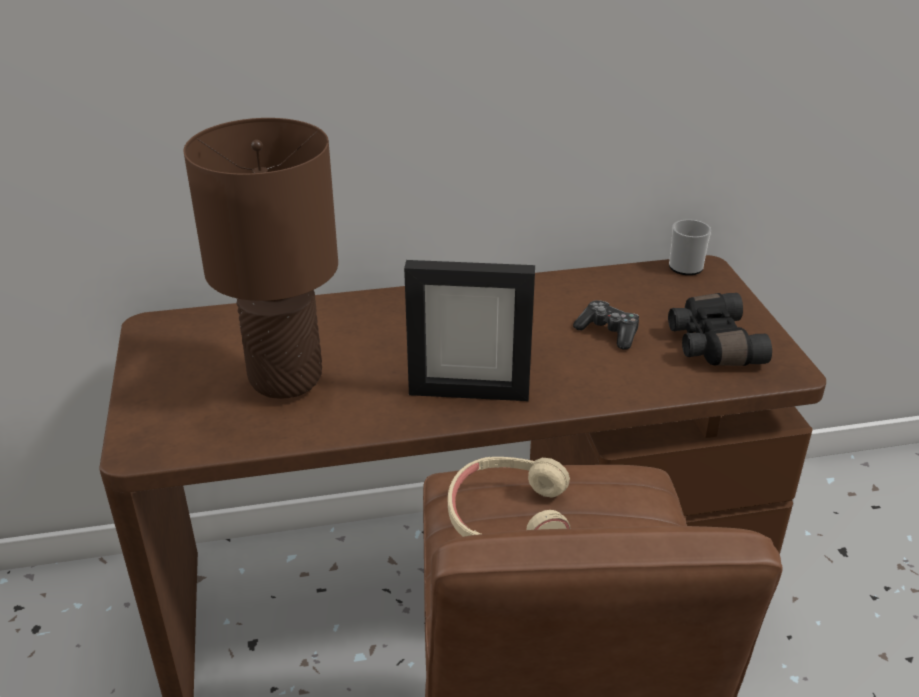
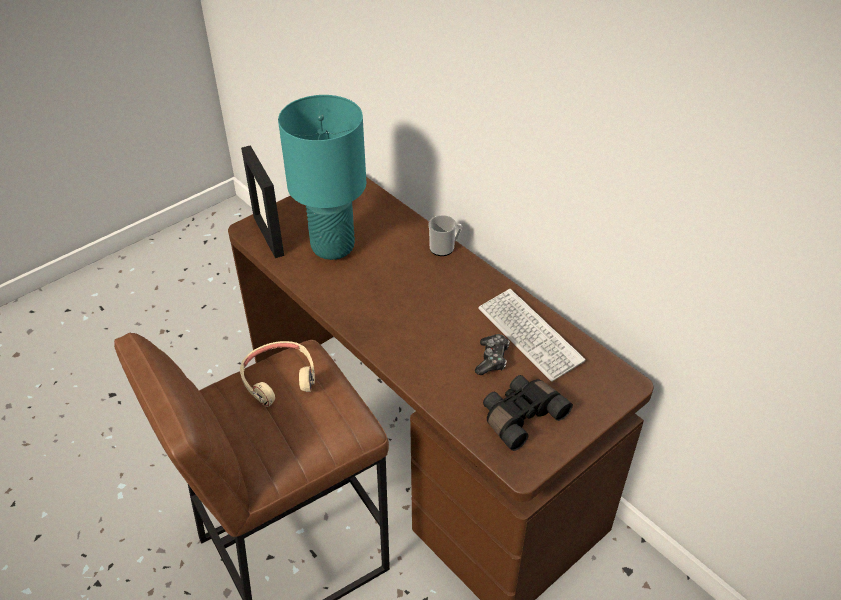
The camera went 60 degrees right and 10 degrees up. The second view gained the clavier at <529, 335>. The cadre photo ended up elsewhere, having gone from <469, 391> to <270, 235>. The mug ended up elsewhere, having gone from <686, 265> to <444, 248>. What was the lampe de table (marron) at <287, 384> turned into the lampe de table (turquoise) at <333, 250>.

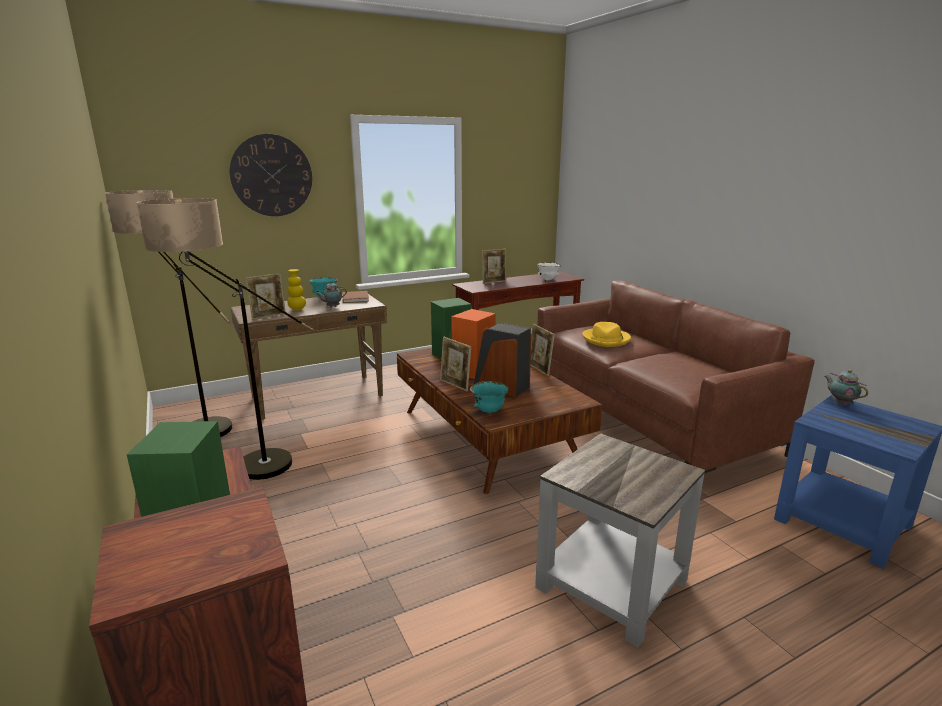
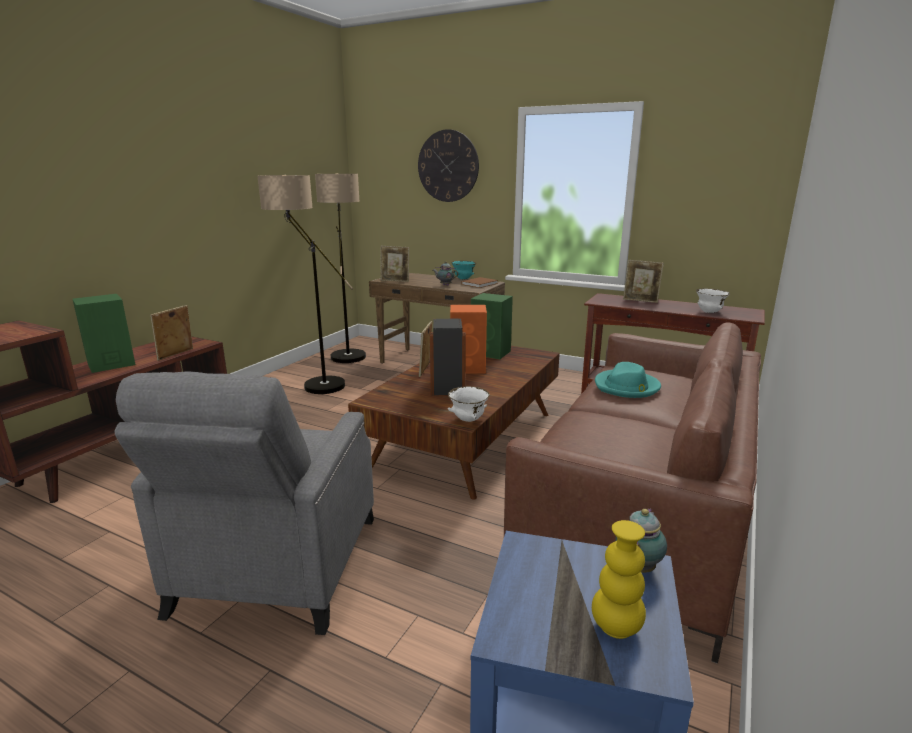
The camera went 55 degrees right and 0 degrees up. The second view lost the bol (turquoise) at <489, 411>. The second view gained the bol (blanc) at <468, 420>. The vase (jaune) ended up elsewhere, having gone from <297, 309> to <616, 627>. The cadre photo ended up elsewhere, having gone from <539, 369> to <176, 355>. Where the table d'appoint (gris) stood at <612, 585>, the fauteuil (gris) came to stand at <275, 569>. What was the chapeau (jaune) at <606, 339> turned into the chapeau (turquoise) at <626, 387>.

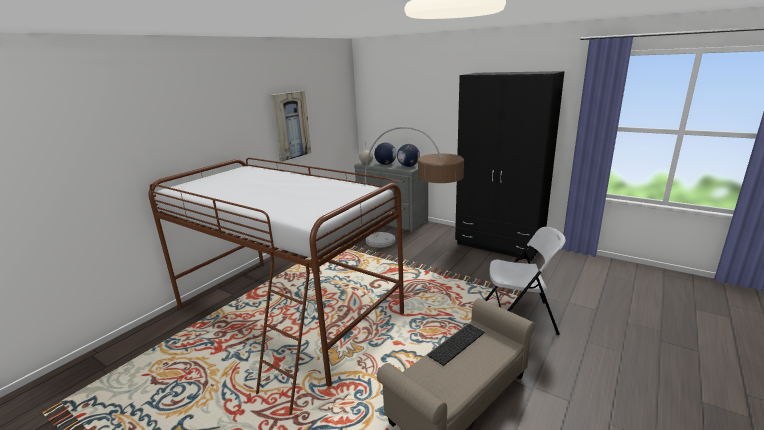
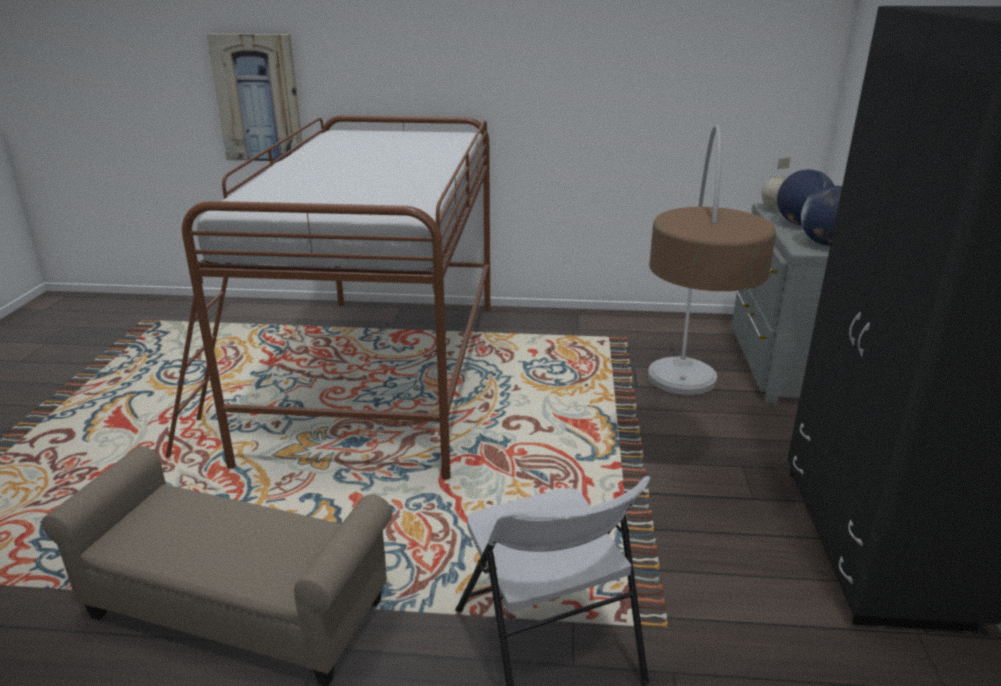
The camera went 60 degrees right and 5 degrees up. The second view lost the clavier at <457, 344>. The tableau ended up elsewhere, having gone from <291, 125> to <258, 98>.

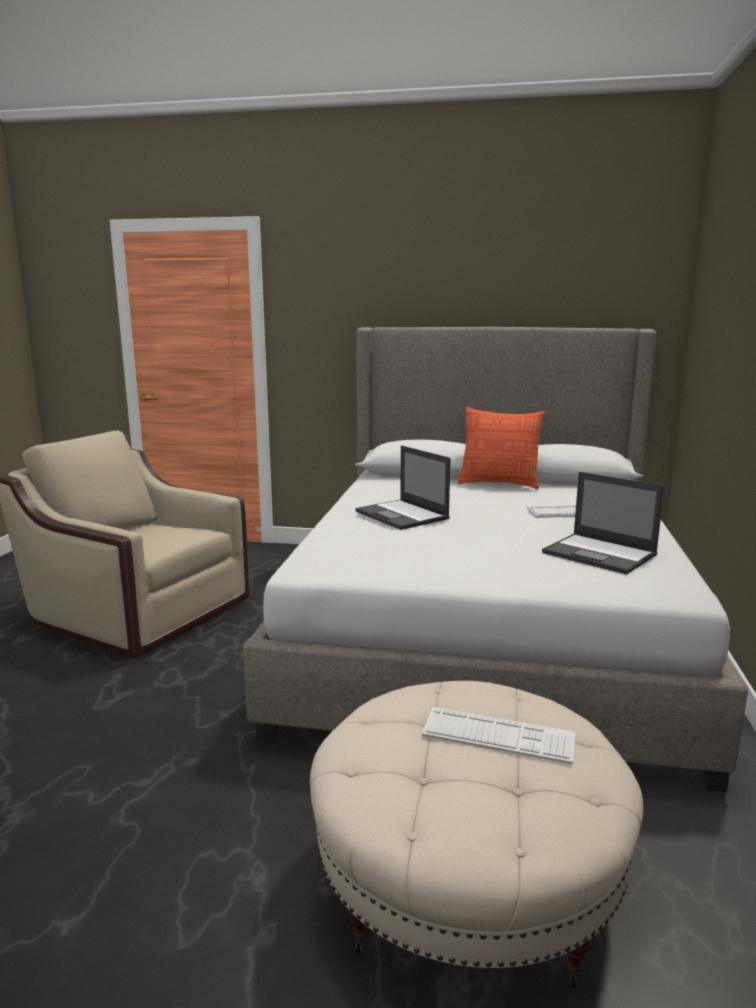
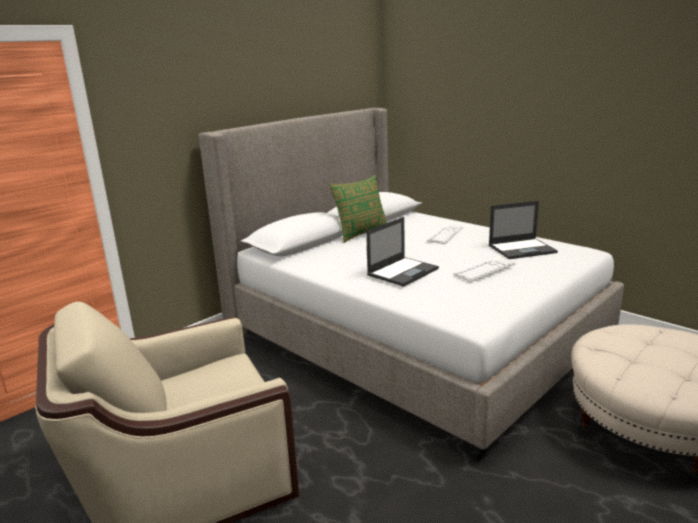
The camera went 55 degrees left and 5 degrees up. The clavier ended up elsewhere, having gone from <498, 736> to <484, 270>. What was the coussin (orange) at <499, 484> turned into the coussin (vert) at <361, 234>. The ordinateur portable at <402, 515> ended up facing another way, 45 degrees counterclockwise from before.

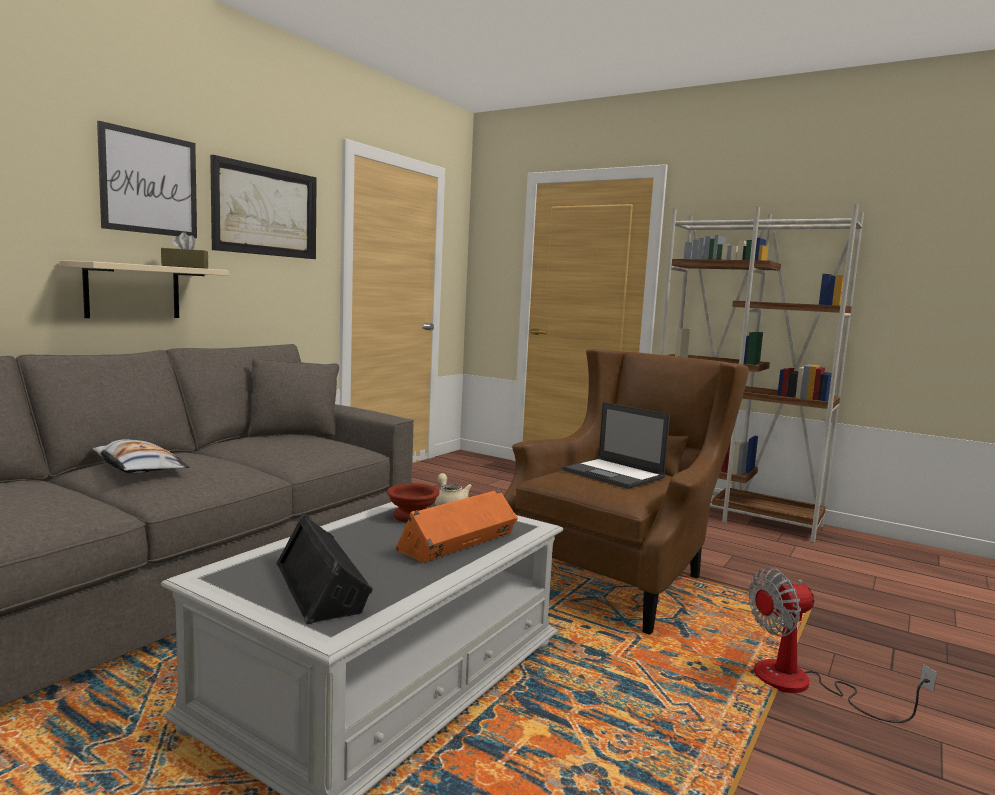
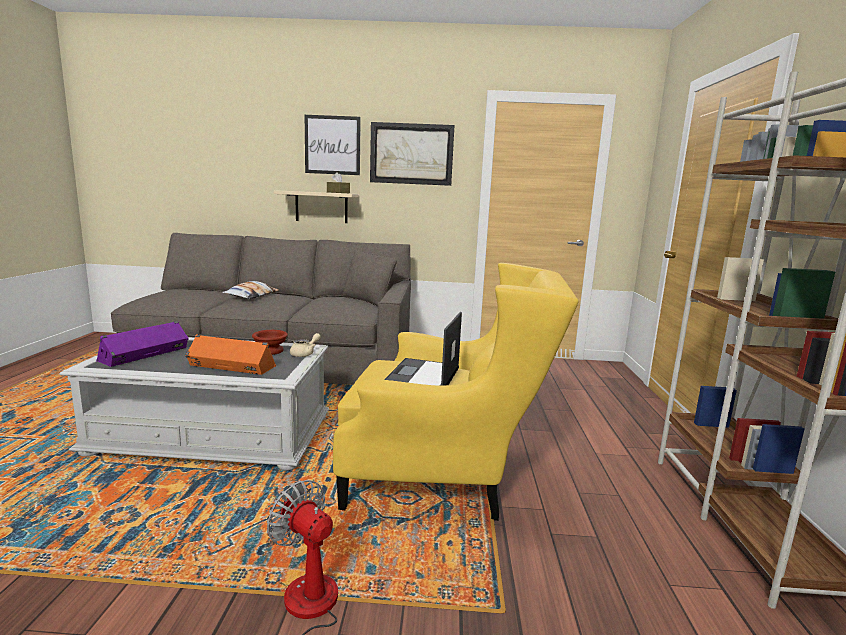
The camera went 60 degrees right and 5 degrees up. What was the enceinte (noir) at <323, 585> turned into the enceinte (violet) at <145, 355>. What was the fauteuil (marron) at <619, 576> turned into the fauteuil (jaune) at <445, 478>.

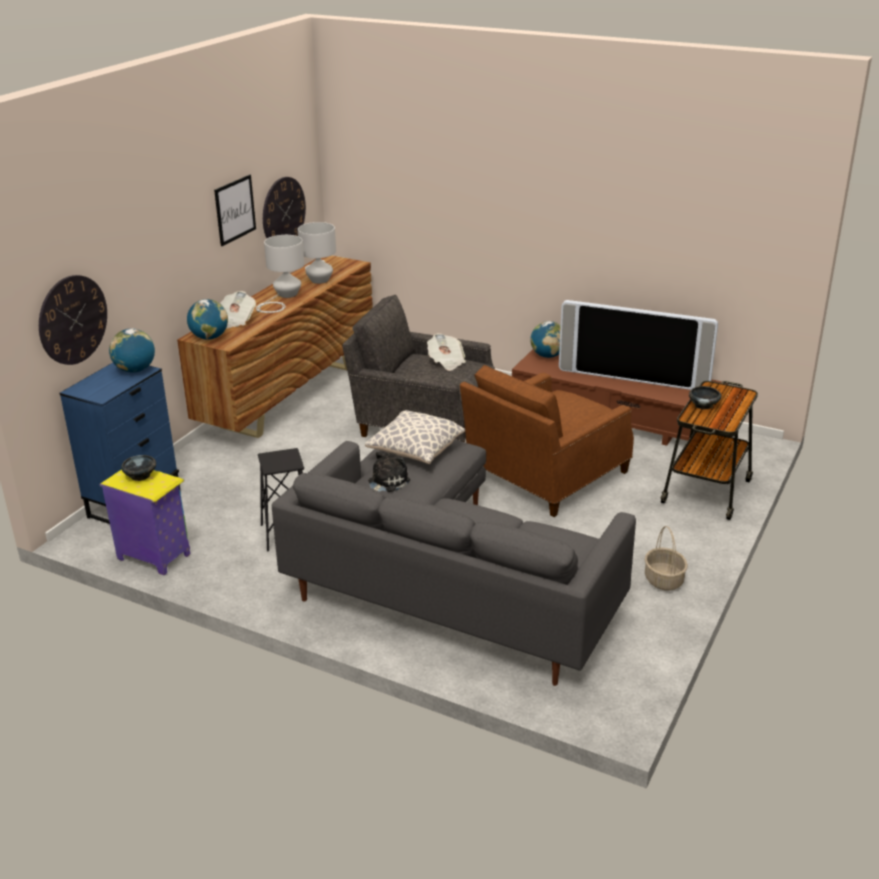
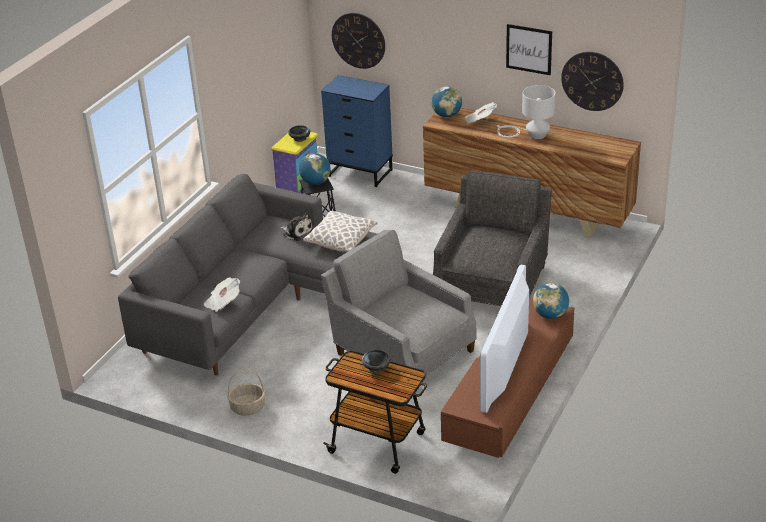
The camera went 90 degrees right and 5 degrees up. The second view lost the lampe de table (gris) at <319, 275>. The globe ended up elsewhere, having gone from <135, 370> to <315, 182>. The journal ended up elsewhere, having gone from <446, 362> to <223, 302>. What was the fauteuil (marron) at <546, 475> turned into the fauteuil (gris) at <402, 350>.

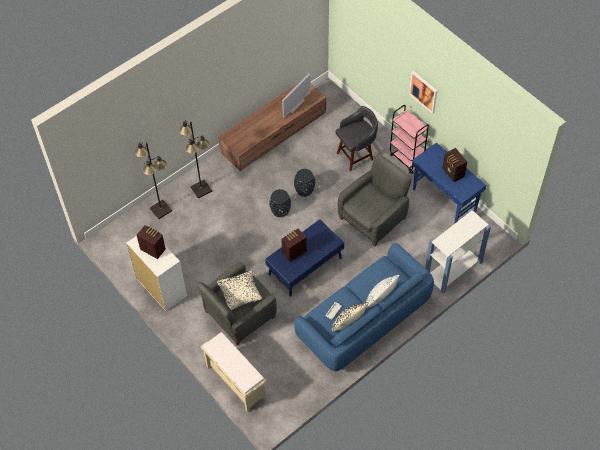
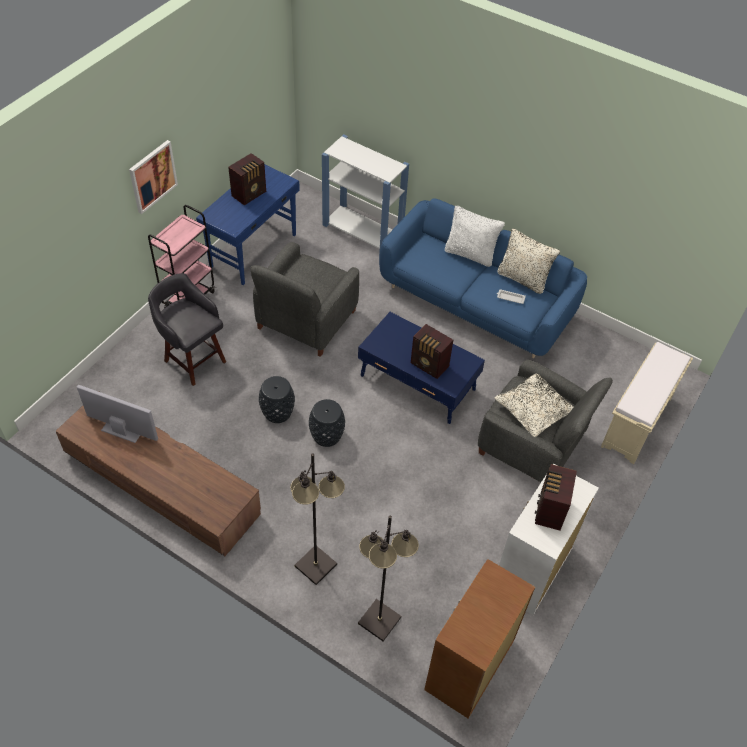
The camera went 110 degrees left and 5 degrees down. The second view gained the meuble de rangement (marron) at <469, 665>. The fauteuil (gris) at <373, 217> ended up facing another way, 90 degrees counterclockwise from before.

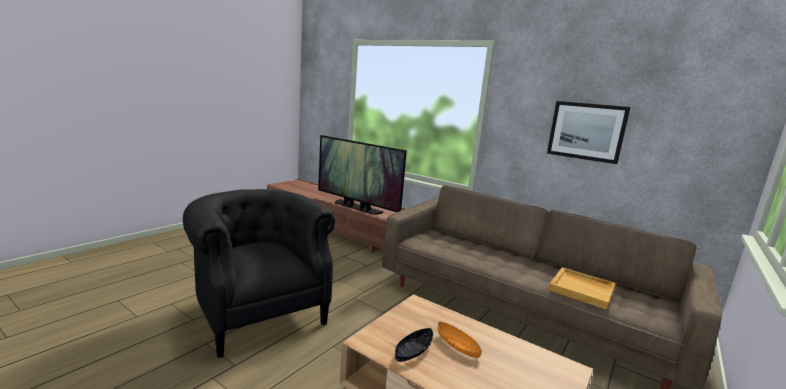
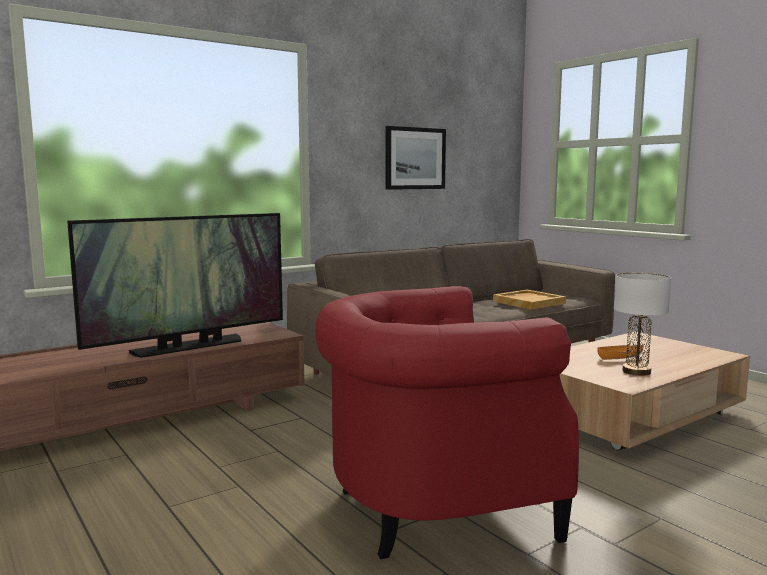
The camera went 70 degrees left and 5 degrees down. Where the bol (noir) stood at <413, 351>, the lampe de table came to stand at <636, 371>. What was the fauteuil (noir) at <258, 312> turned into the fauteuil (rouge) at <433, 509>.

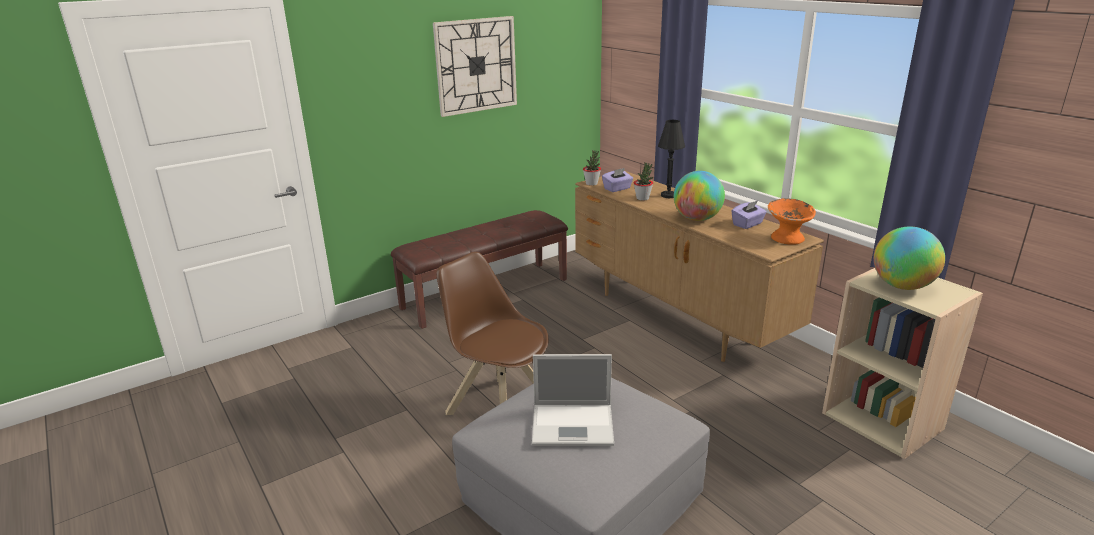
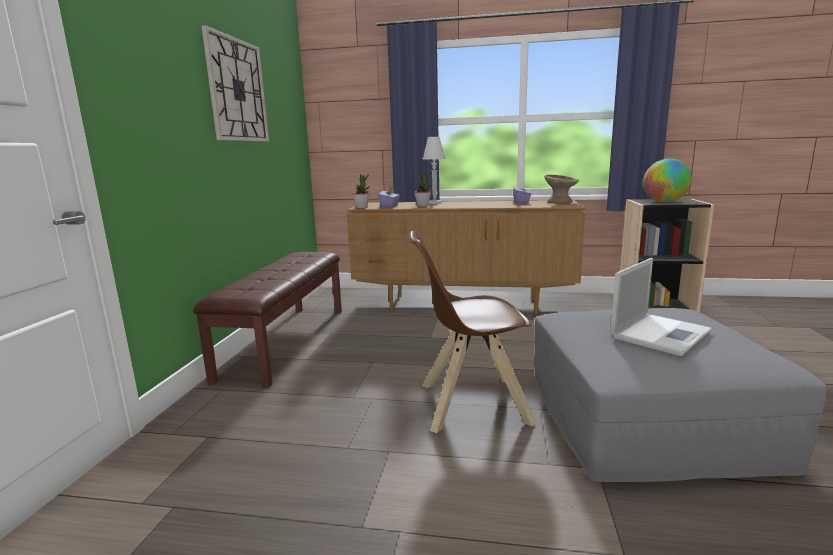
The camera went 45 degrees left and 10 degrees down. The second view lost the globe at <697, 219>. What was the lampe de table (noir) at <668, 195> turned into the lampe de table (blanc) at <434, 203>. What was the bol (orange) at <787, 238> turned into the bol (beige) at <559, 202>. What was the bibliothèque (beige) at <884, 421> turned into the bibliothèque (noir) at <656, 307>.

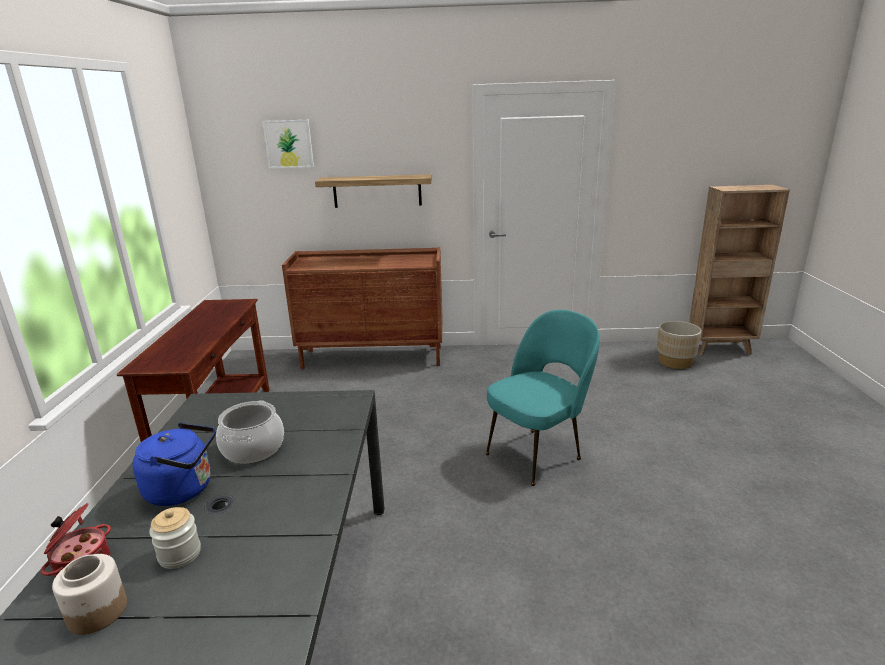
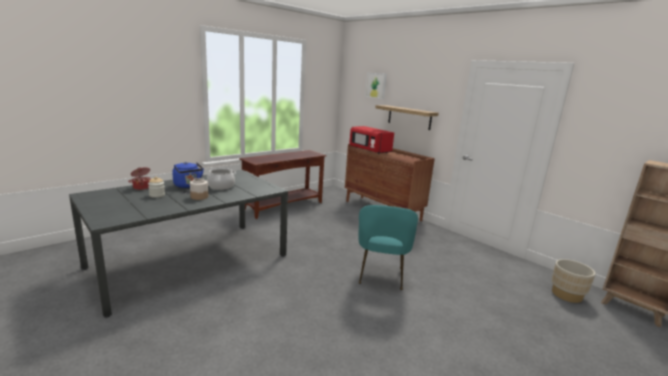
The camera went 45 degrees right and 5 degrees down. The second view gained the micro-ondes (rouge) at <369, 150>. The bocal ended up elsewhere, having gone from <96, 612> to <199, 197>. The chaise (turquoise) at <538, 454> ended up facing another way, 90 degrees clockwise from before.

